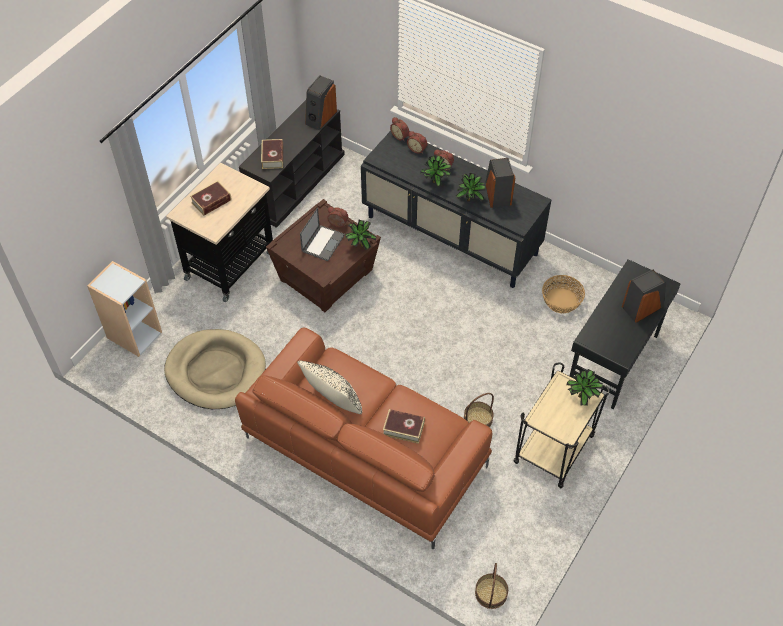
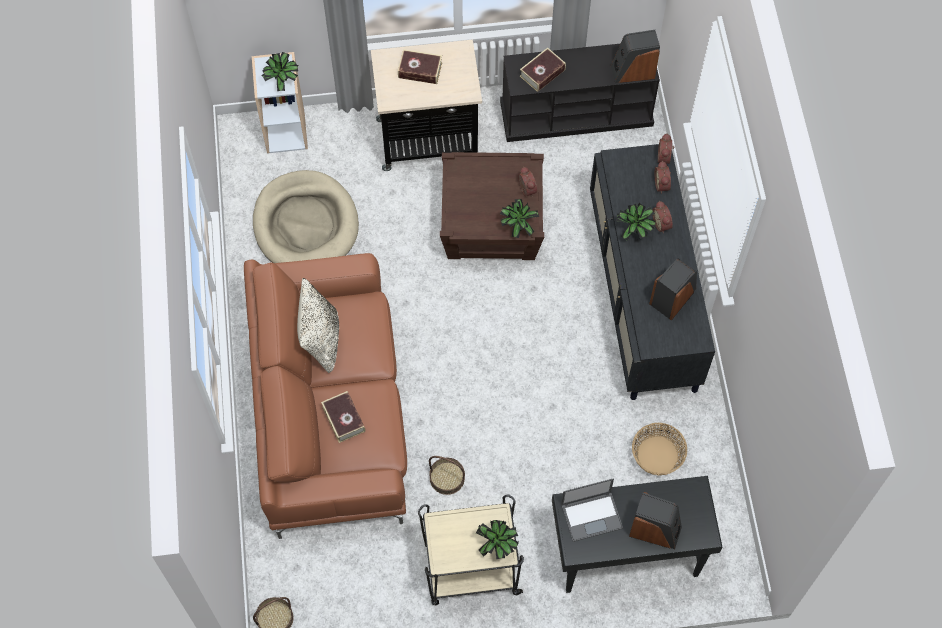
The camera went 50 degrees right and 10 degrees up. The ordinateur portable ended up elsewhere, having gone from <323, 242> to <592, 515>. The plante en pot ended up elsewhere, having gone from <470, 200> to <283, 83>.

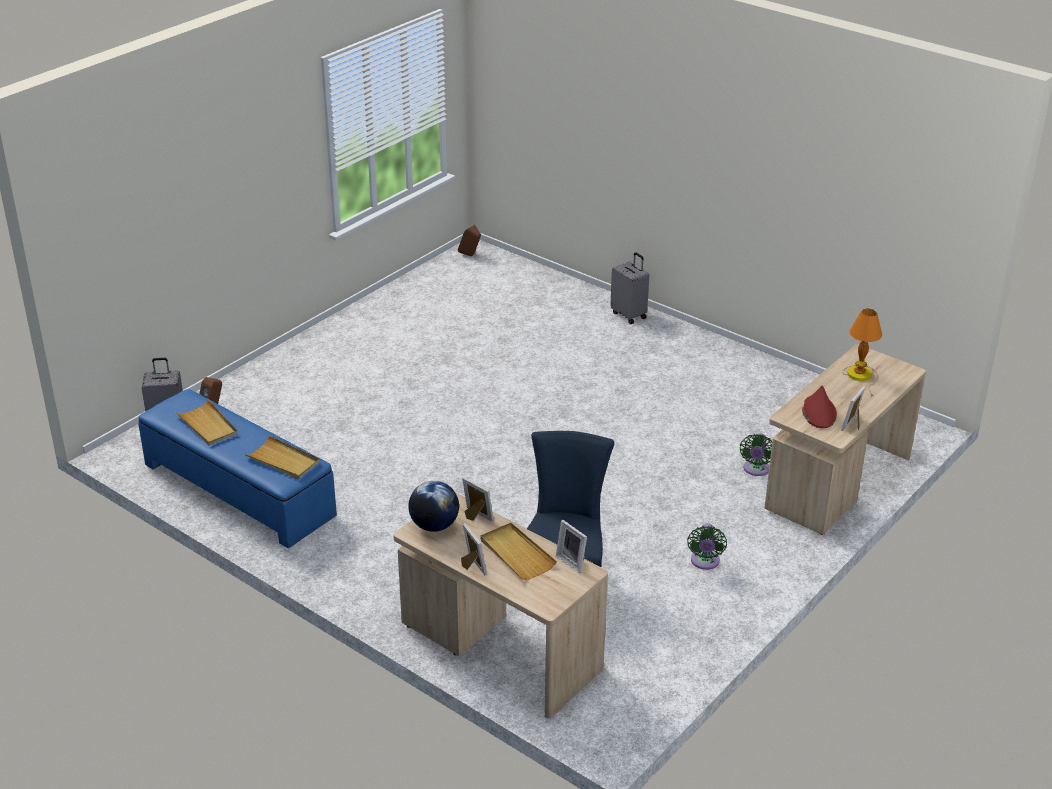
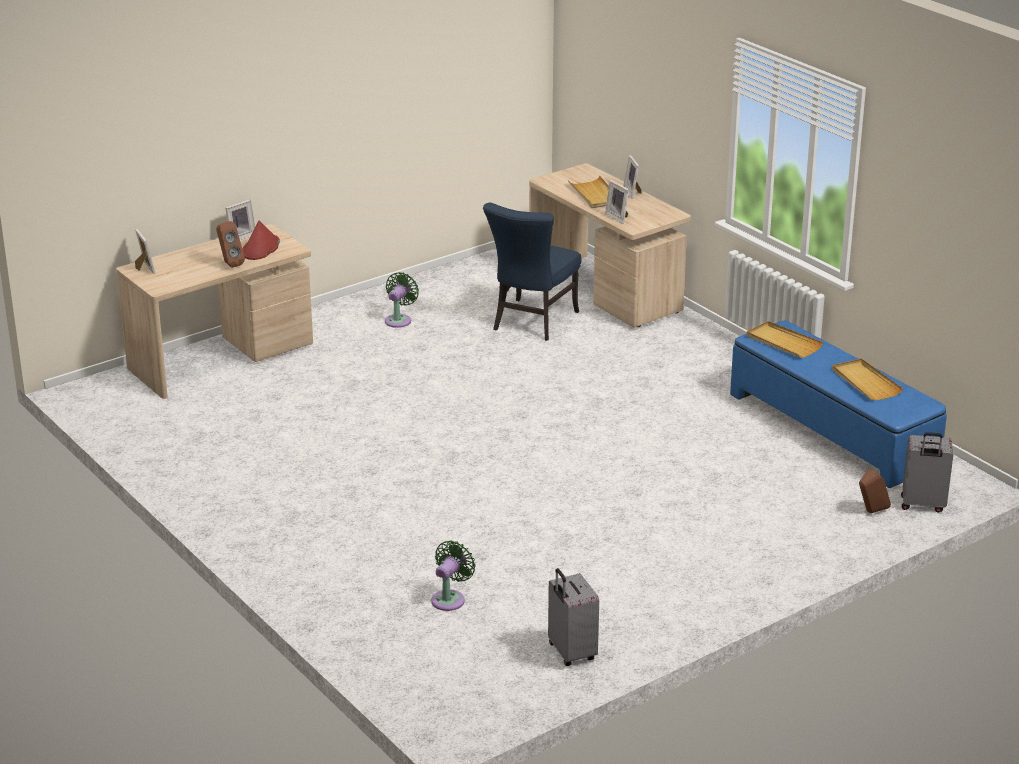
The camera went 165 degrees left and 5 degrees down. The second view lost the globe at <434, 526>. The second view lost the lampe de table at <861, 376>. The enceinte (marron) ended up elsewhere, having gone from <470, 255> to <229, 264>. The cadre photo ended up elsewhere, having gone from <573, 561> to <144, 269>. The valise (gris) ended up elsewhere, having gone from <629, 315> to <570, 653>. The ventilateur (vert) ended up elsewhere, having gone from <756, 470> to <450, 599>.

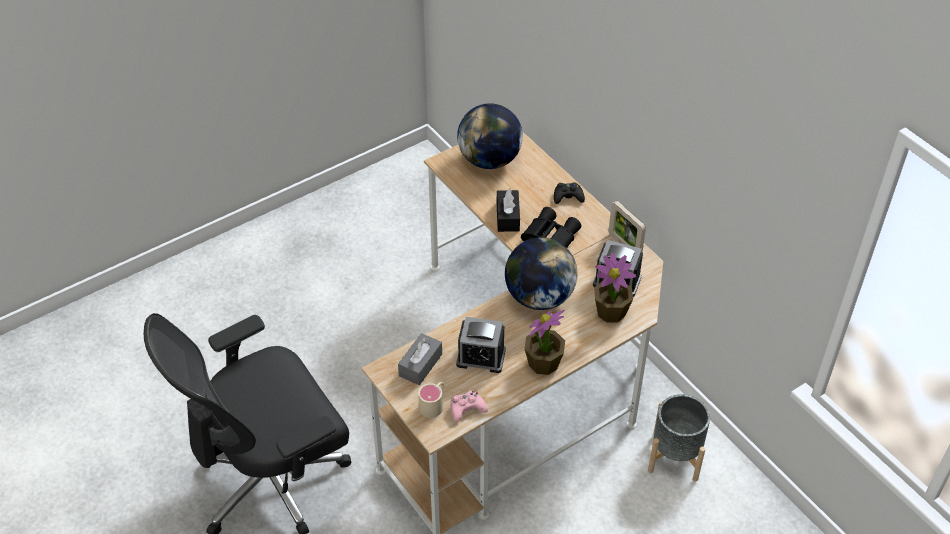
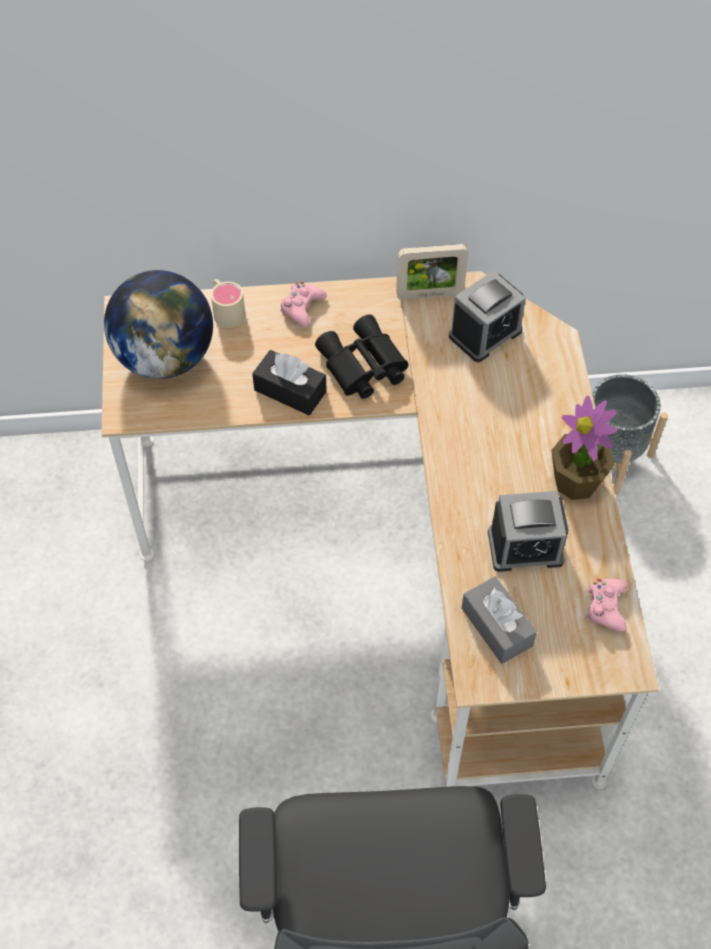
The camera went 60 degrees left and 10 degrees up. The second view lost the globe at <539, 297>. The second view lost the plante en pot at <611, 312>. The mug (beige) ended up elsewhere, having gone from <434, 404> to <226, 310>. What was the manette (noir) at <568, 197> turned into the manette (rose) at <302, 307>. The réveil at <481, 357> ended up facing another way, 45 degrees clockwise from before.

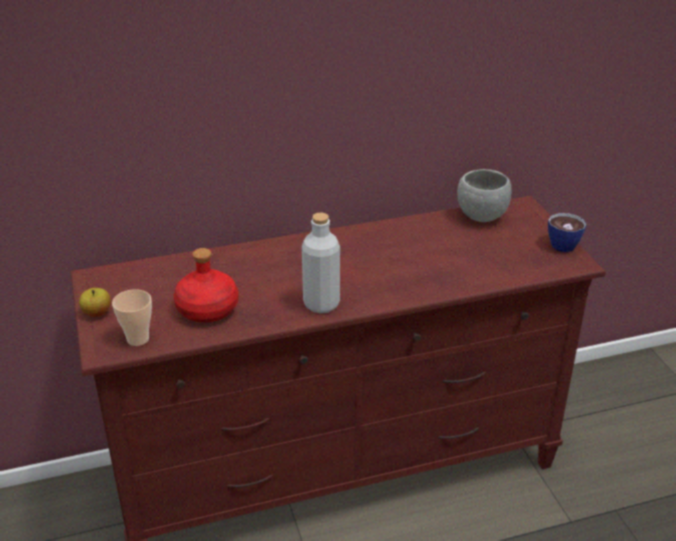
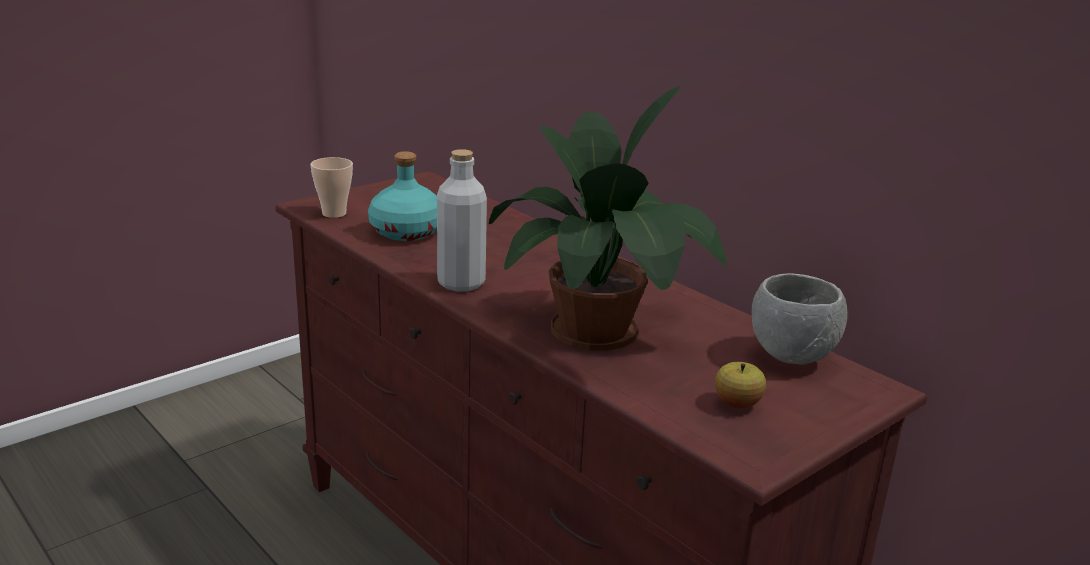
The camera went 65 degrees right and 10 degrees down. The second view lost the tasse at <564, 243>. The second view gained the plante en pot at <602, 331>. The pomme ended up elsewhere, having gone from <97, 313> to <737, 403>. What was the bouteille (rouge) at <208, 309> turned into the bouteille (turquoise) at <407, 232>.

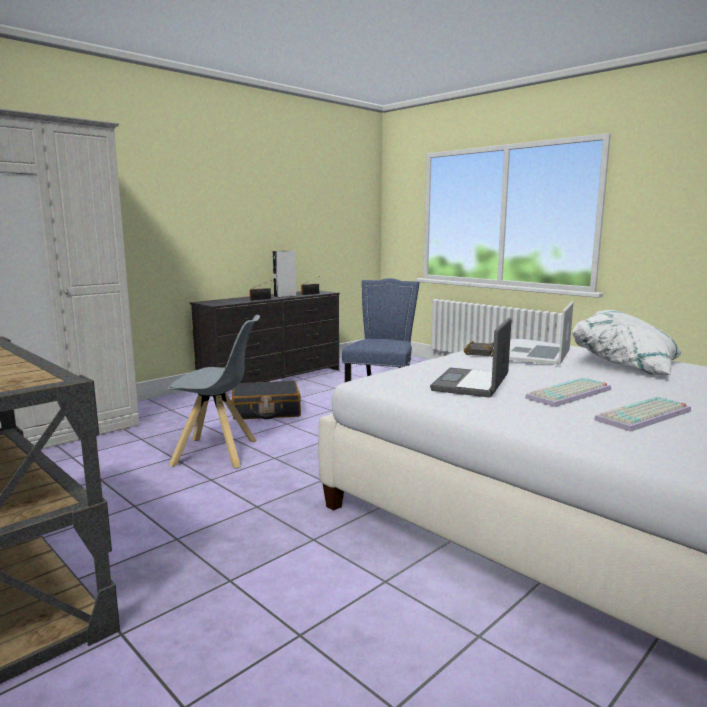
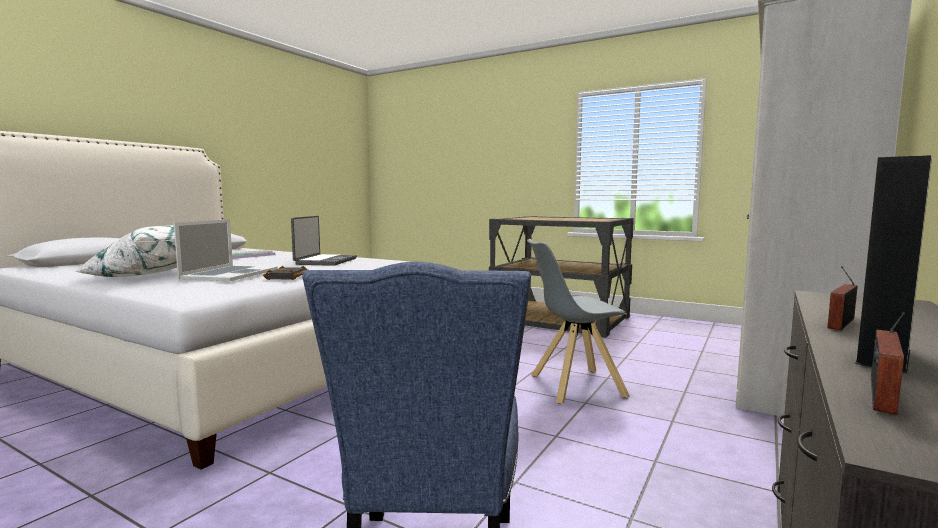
The camera went 165 degrees right and 5 degrees down. The second view lost the valise (noir) at <266, 411>. The second view lost the clavier at <570, 394>.

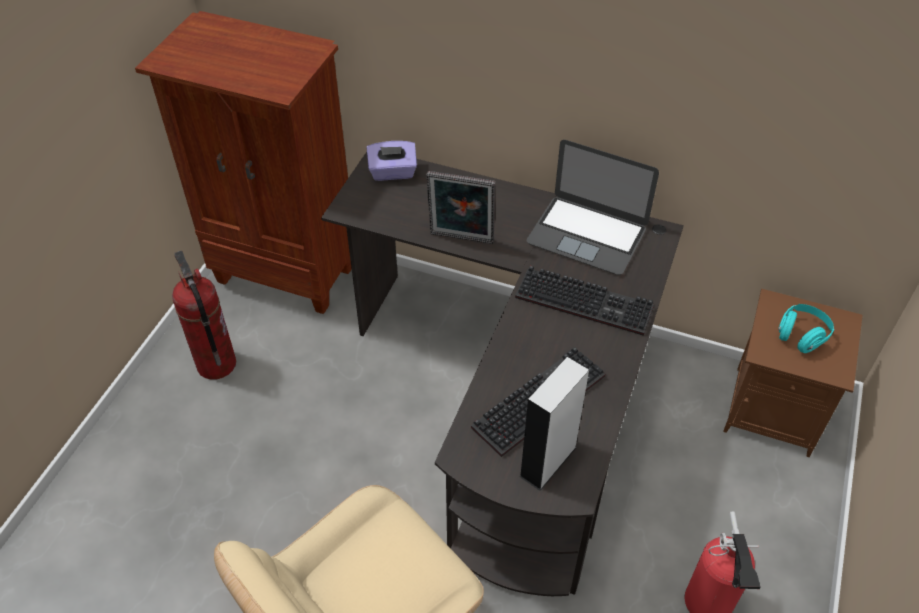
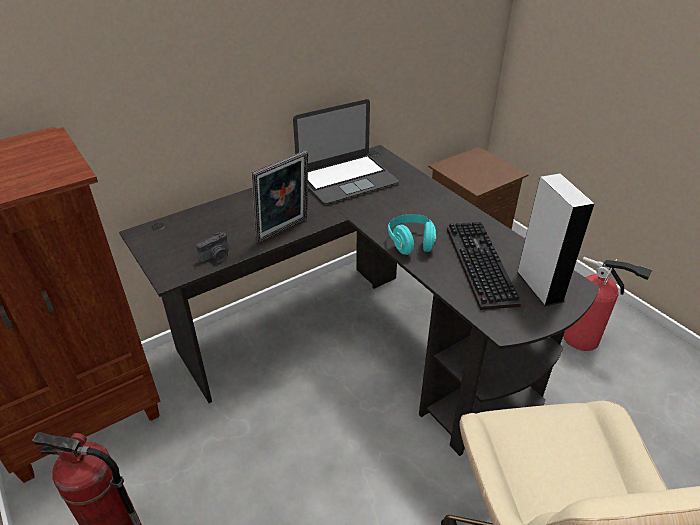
The camera went 55 degrees left and 10 degrees down. The second view lost the boîte à mouchoirs (violet) at <392, 173>. The second view lost the clavier at <587, 301>. The second view gained the appareil photo at <217, 257>. The casque audio (turquoise) ended up elsewhere, having gone from <801, 336> to <411, 243>.

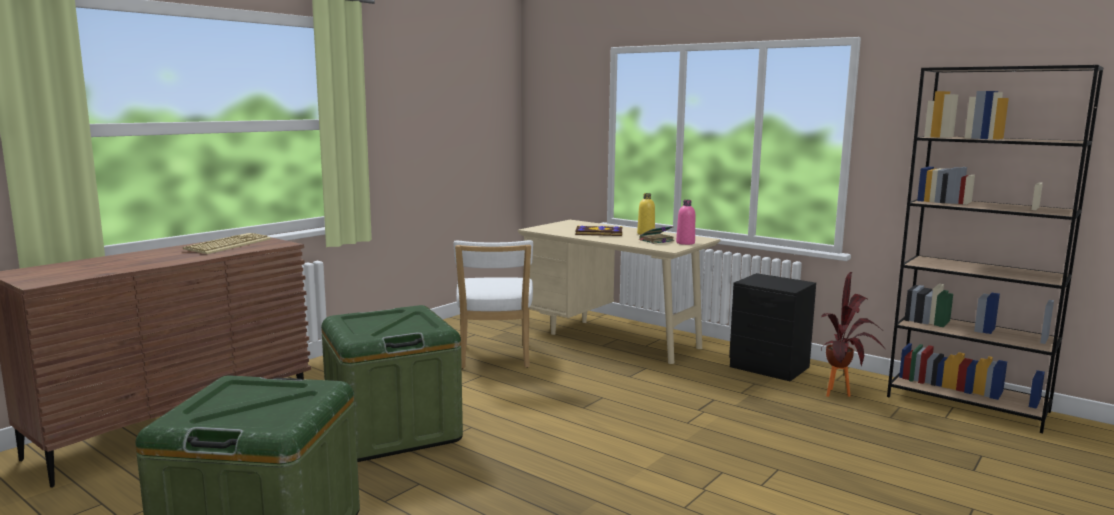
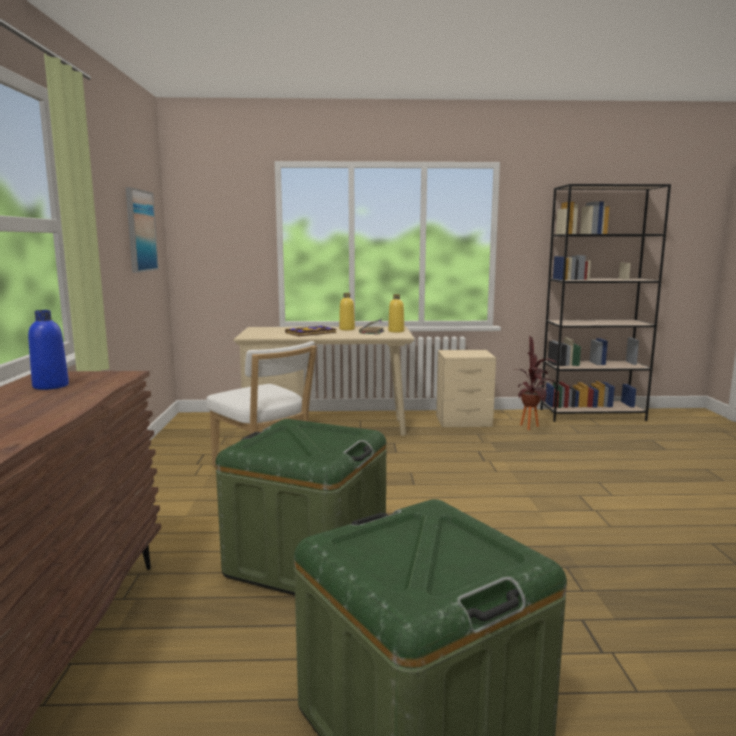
The camera went 40 degrees left and 0 degrees up. The second view gained the tableau at <140, 231>. Where the clavier stood at <228, 244>, the bouteille (bleu) came to stand at <51, 386>. What was the bouteille (rose) at <685, 243> turned into the bouteille (jaune) at <396, 331>. What was the table de chevet (noir) at <770, 368> turned into the table de chevet (beige) at <465, 421>.

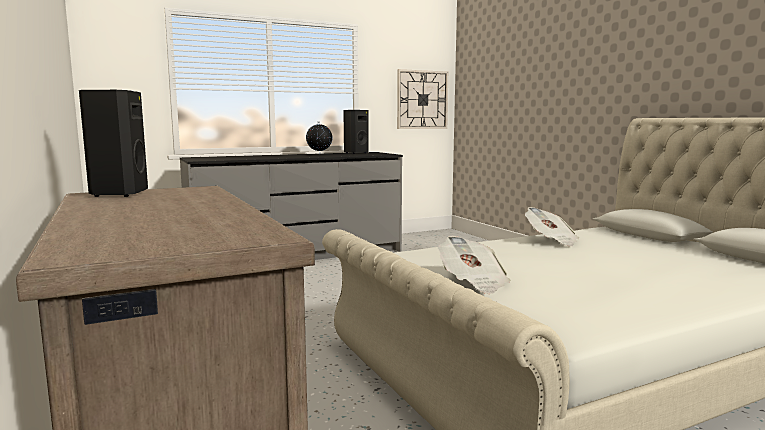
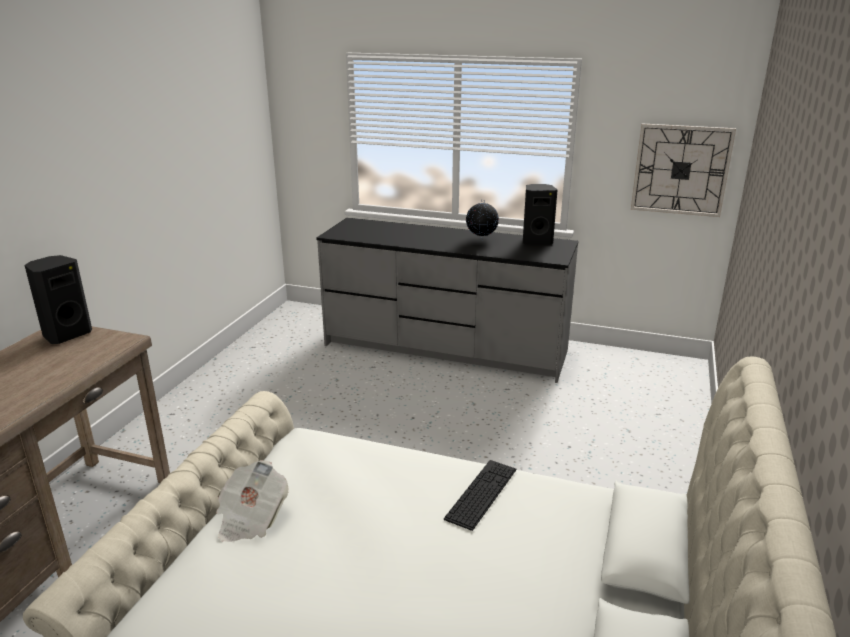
The camera went 45 degrees right and 15 degrees up. Where the journal stood at <551, 241>, the clavier came to stand at <481, 493>.

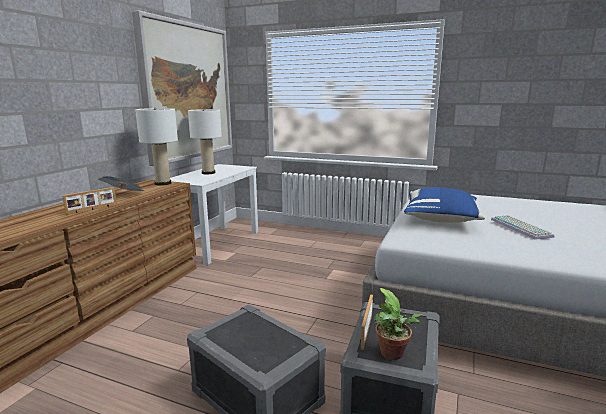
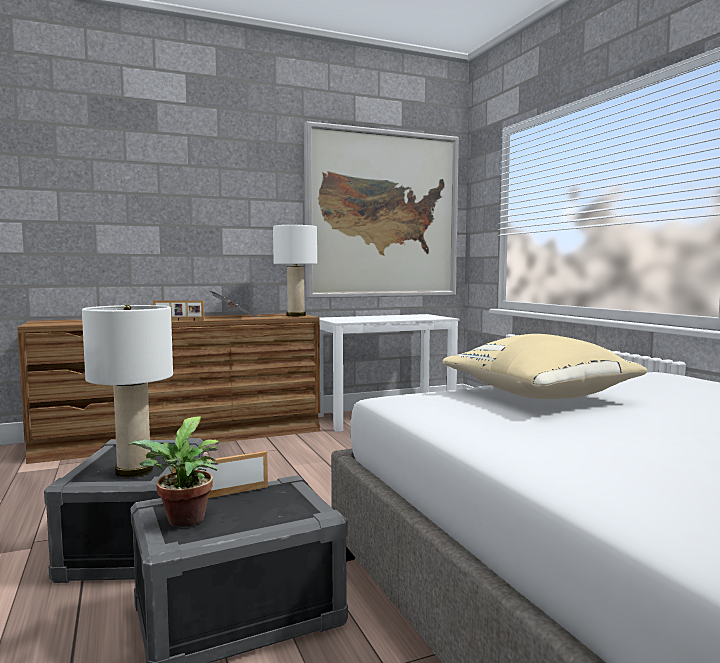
The camera went 45 degrees right and 10 degrees down. The second view lost the clavier at <522, 228>. The lampe de table (blanc) ended up elsewhere, having gone from <208, 173> to <134, 471>. What was the coussin (bleu) at <441, 220> turned into the coussin (beige) at <541, 396>.

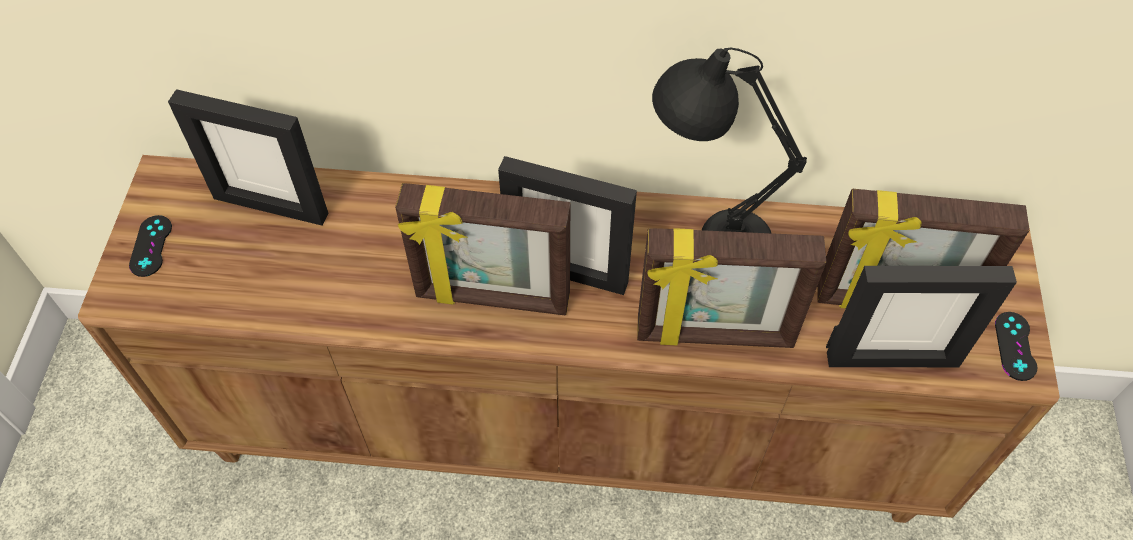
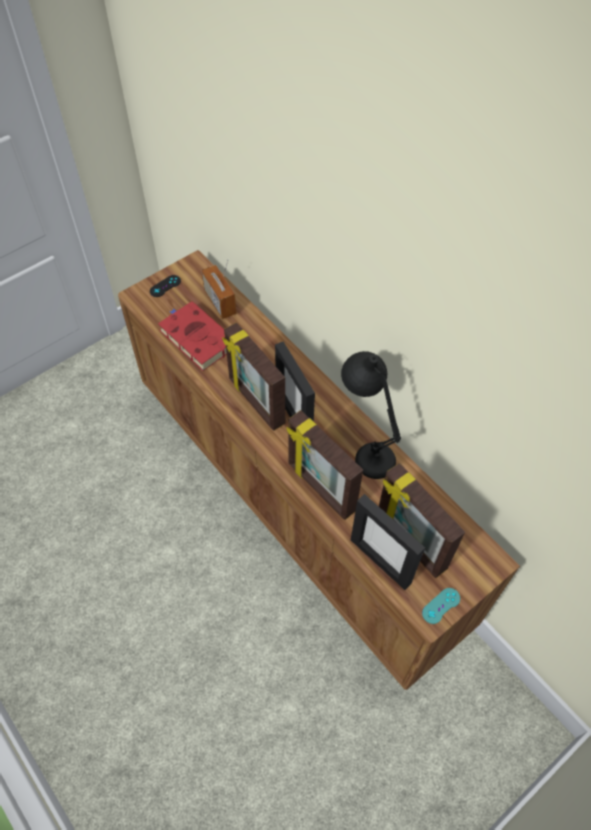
The camera went 45 degrees right and 0 degrees up. The second view gained the livre (rouge) at <196, 337>. Where the cadre photo stood at <272, 204>, the radio came to stand at <220, 302>. What was the manette (noir) at <1015, 346> turned into the manette (turquoise) at <441, 605>.

